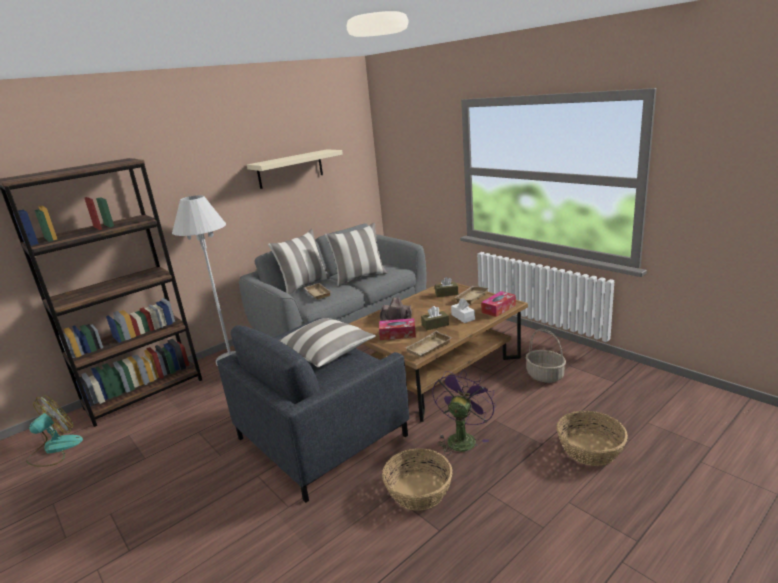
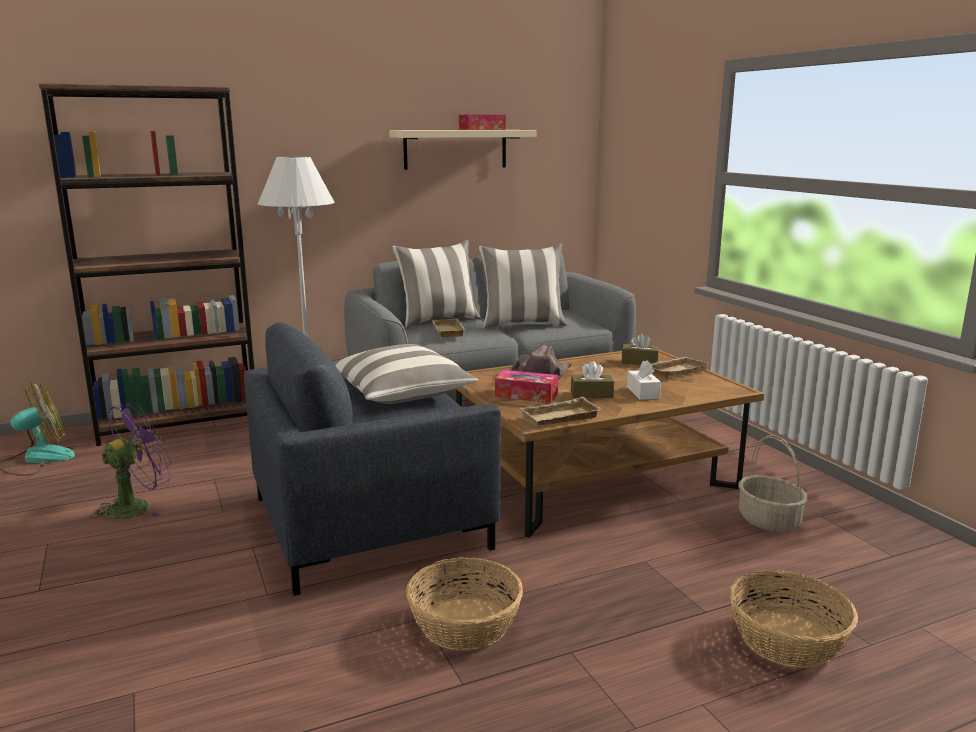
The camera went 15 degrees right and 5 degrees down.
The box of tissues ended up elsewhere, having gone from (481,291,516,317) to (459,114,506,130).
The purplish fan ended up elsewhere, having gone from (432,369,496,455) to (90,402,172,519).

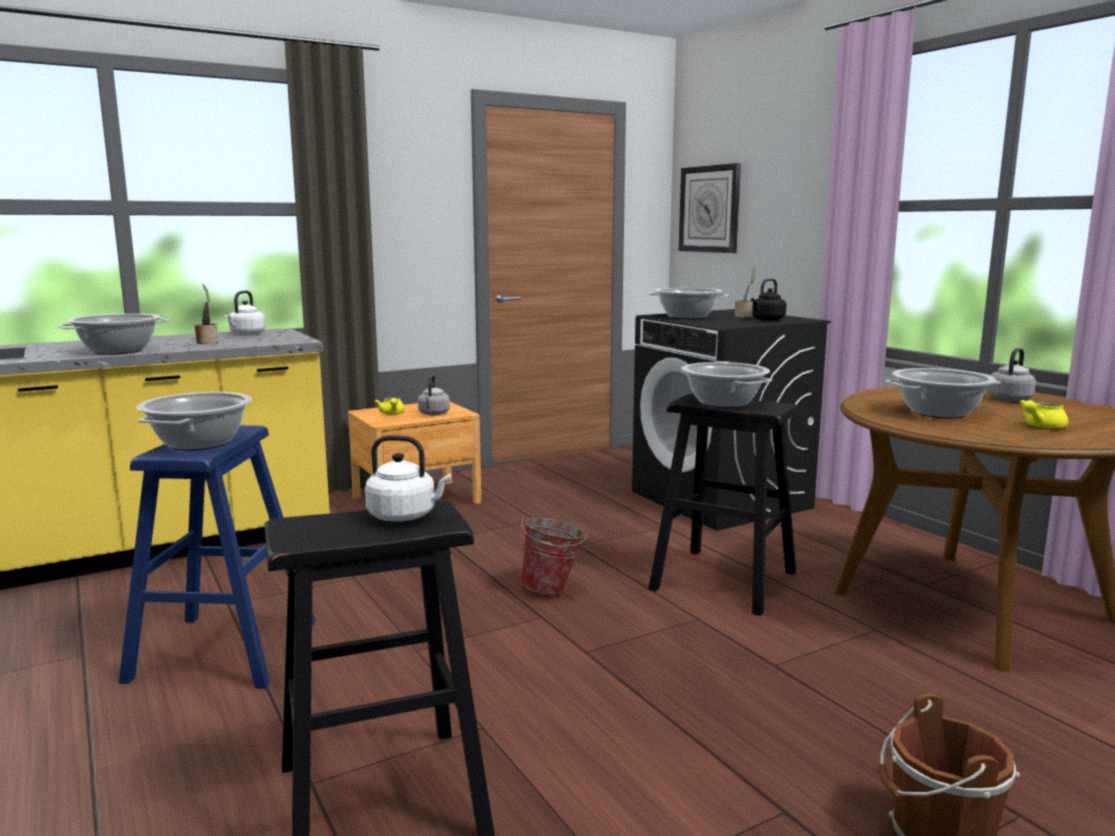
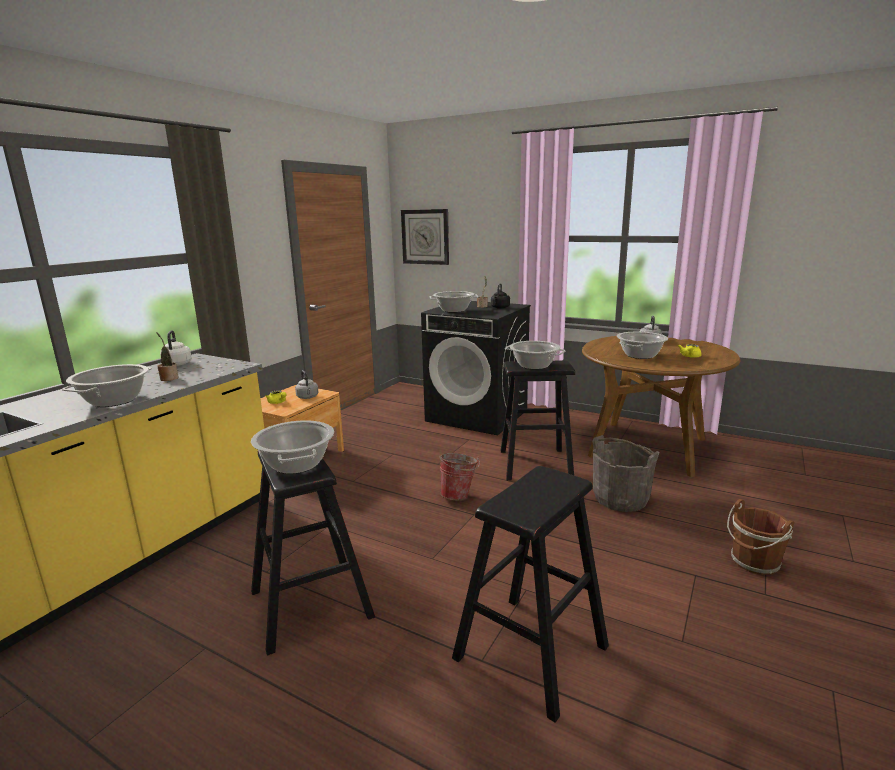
The camera went 30 degrees left and 5 degrees up.
What was the blue stool at (119,425,316,689) turned into the black stool at (251,450,375,656).
The second view lost the white water kettle at (365,435,451,522).
The second view gained the greyish pail at (592,435,659,512).

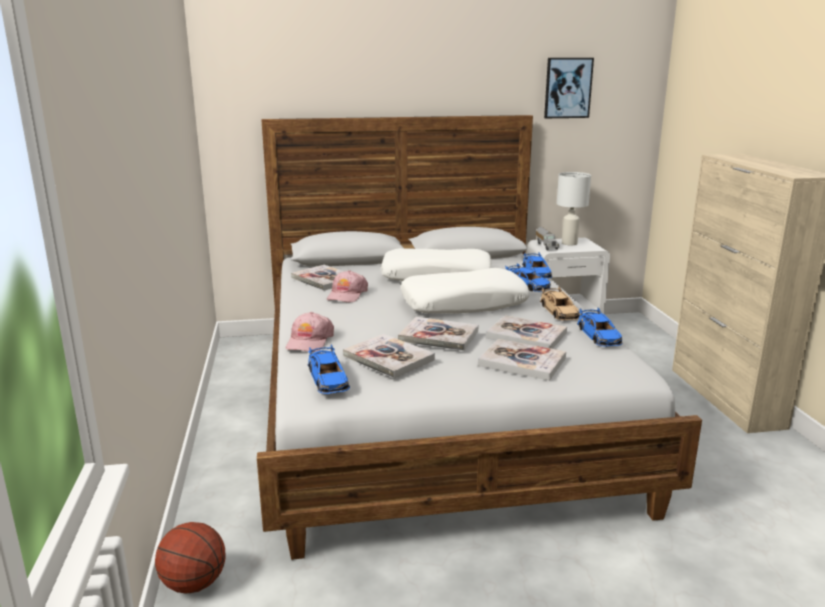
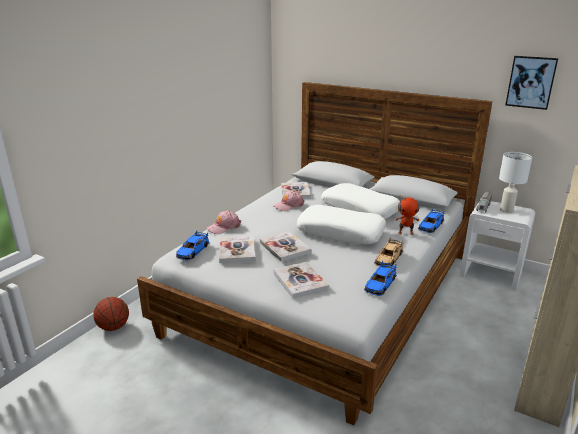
The camera went 40 degrees right and 5 degrees up.
Where the blue toy car stood at (505,263,551,292), the robot figure came to stand at (395,194,419,235).
The second view lost the volume at (486,315,567,349).

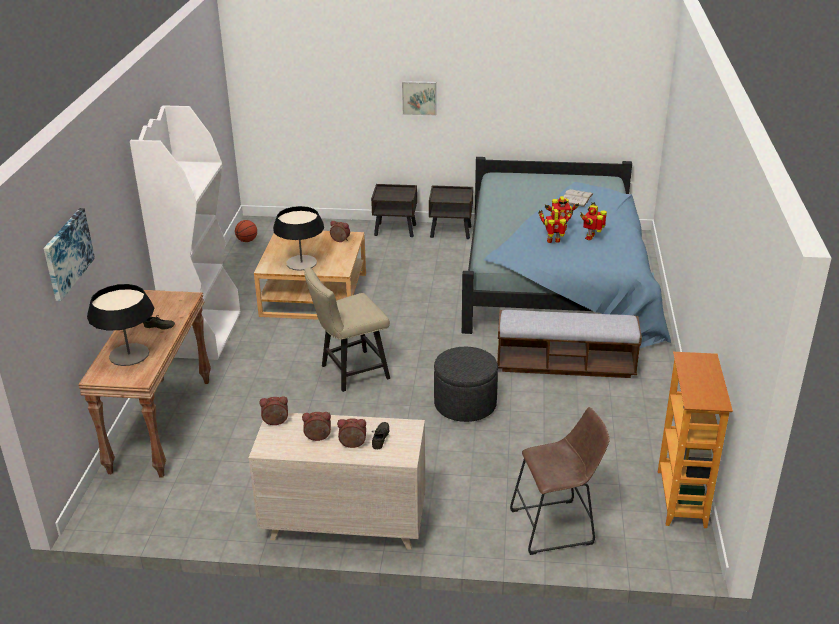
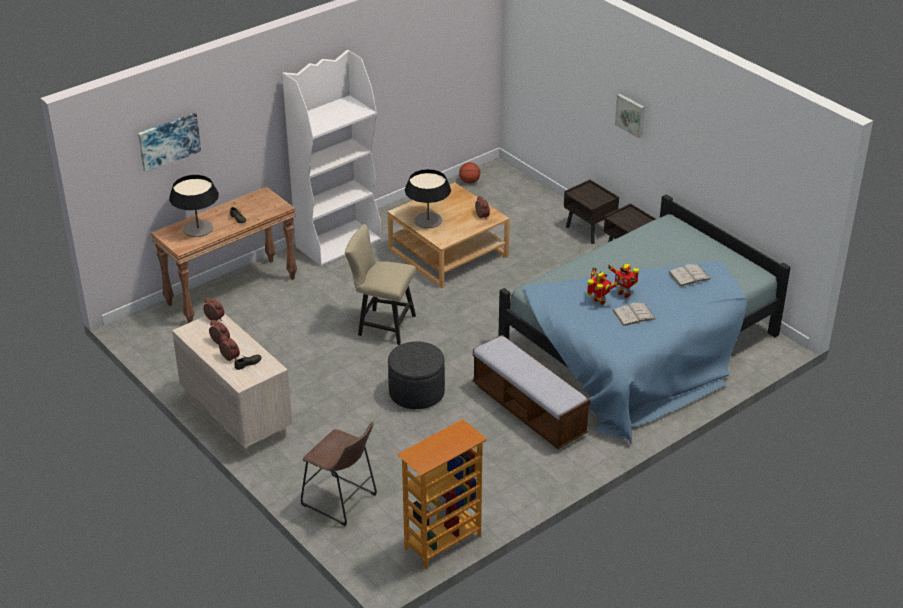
The camera went 45 degrees right and 5 degrees up.
Where the robot figure stood at (580,202,607,240), the white volume came to stand at (613,303,655,326).

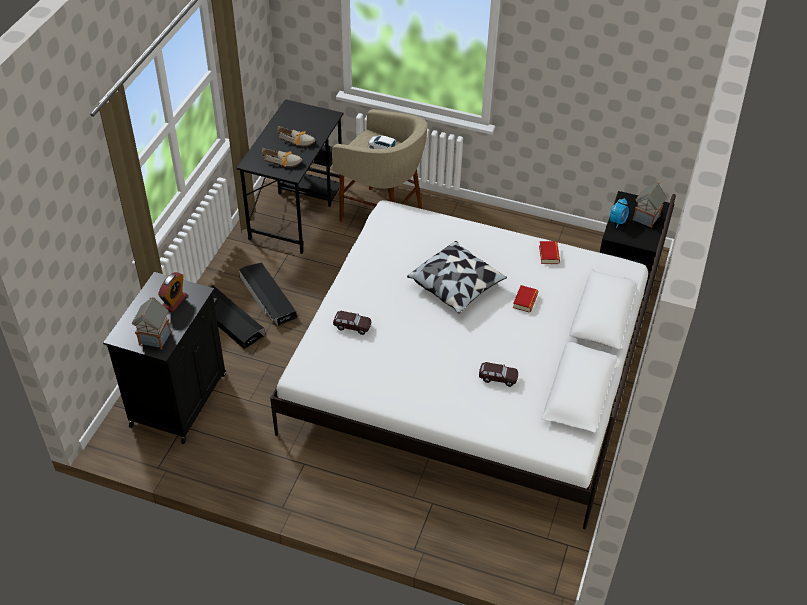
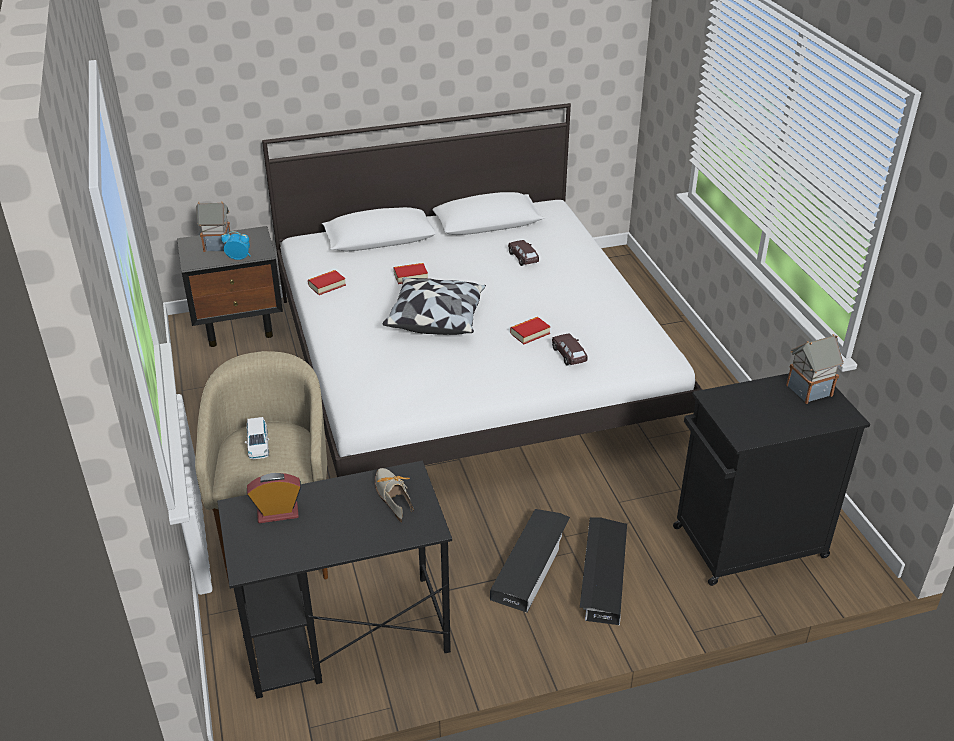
The camera went 125 degrees left and 10 degrees down.
The second view lost the shoe at (277,126,315,147).
The alarm clock ended up elsewhere, having gone from (158,272,187,312) to (247,473,301,523).
The second view gained the volume at (510,317,551,344).

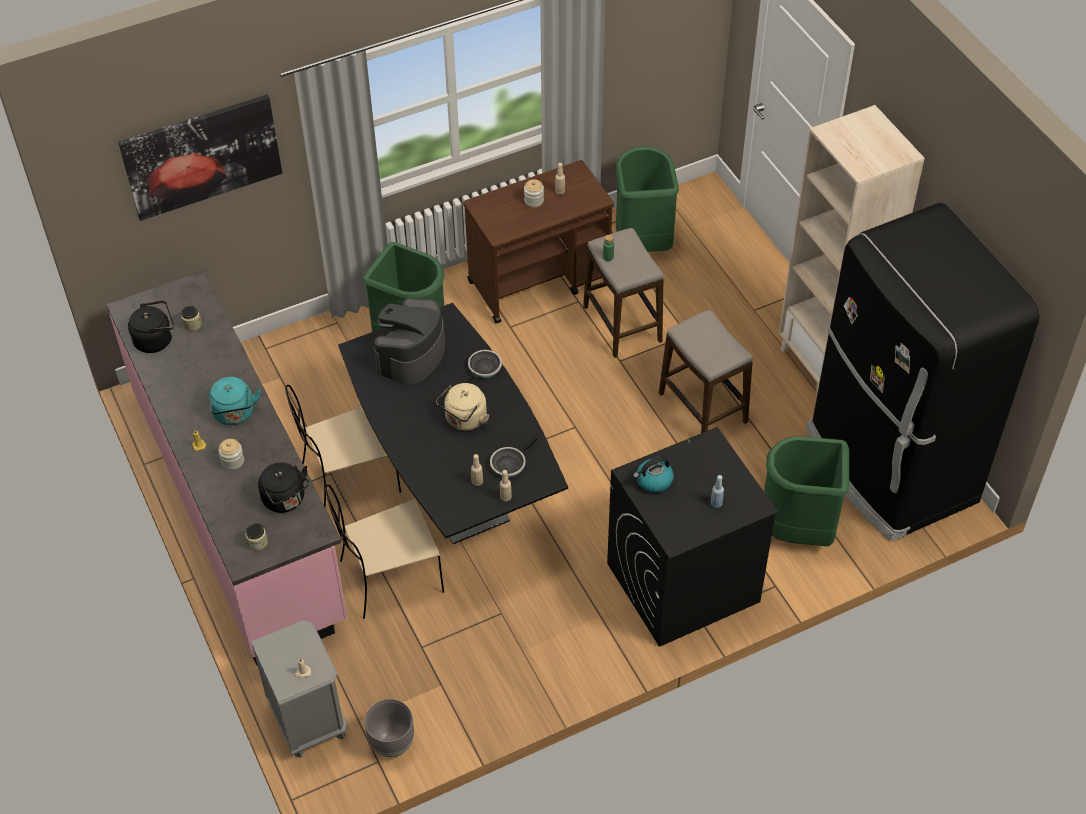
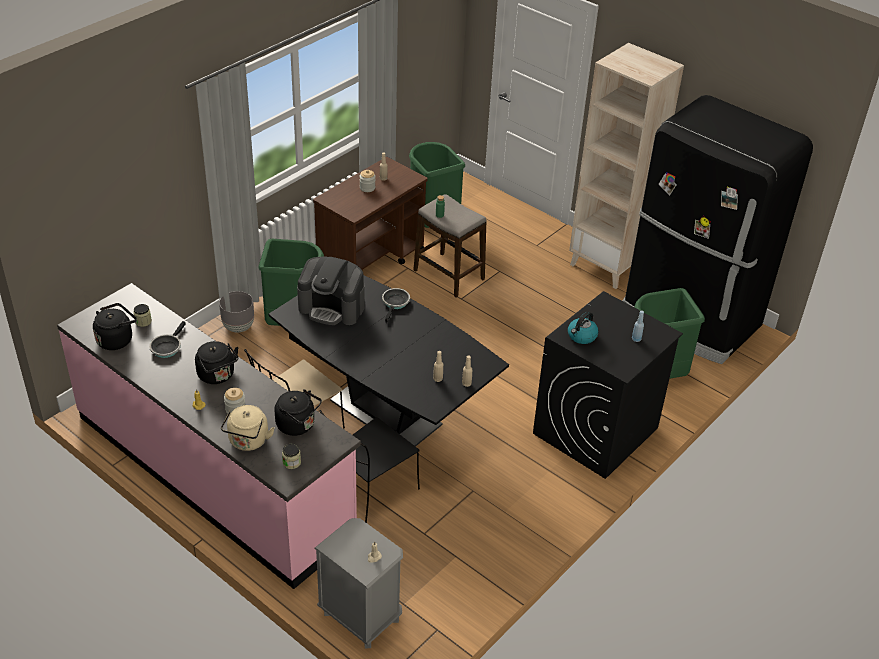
The camera went 25 degrees left and 10 degrees down.
The second view lost the wall picture at (118,94,282,221).
The coffee brewer at (374,298,445,385) ended up facing another way, 75 degrees counterclockwise from before.
The second view lost the stool at (659,310,753,433).
What was the blue-green water kettle at (209,377,261,425) turned into the black water kettle at (195,341,239,384).
The beige-coloured water kettle ended up elsewhere, having gone from (436,383,489,431) to (221,405,274,451).
The skillet ended up elsewhere, having gone from (490,435,539,477) to (149,321,186,358).
What was the beige-coloured chair at (325,484,444,619) turned into the black chair at (320,410,420,523).
The greyish plant pot ended up elsewhere, having gone from (364,699,414,757) to (219,291,254,333).

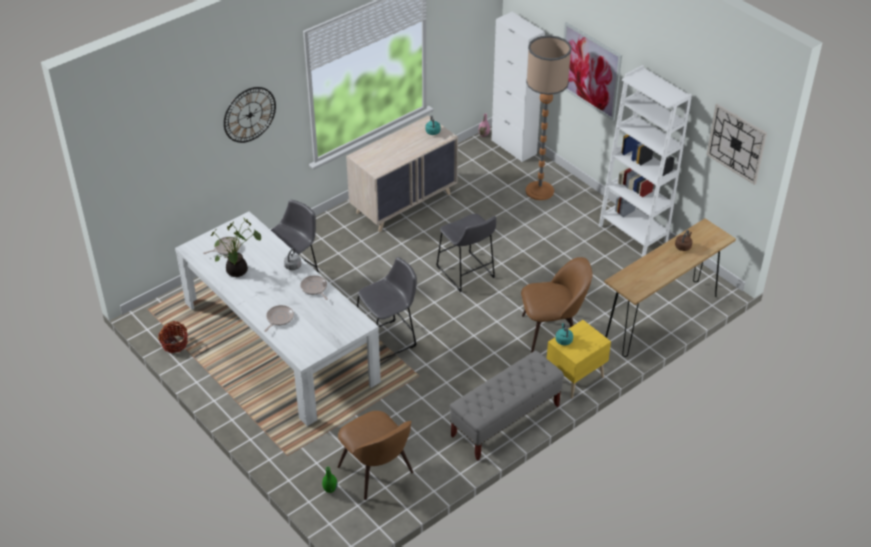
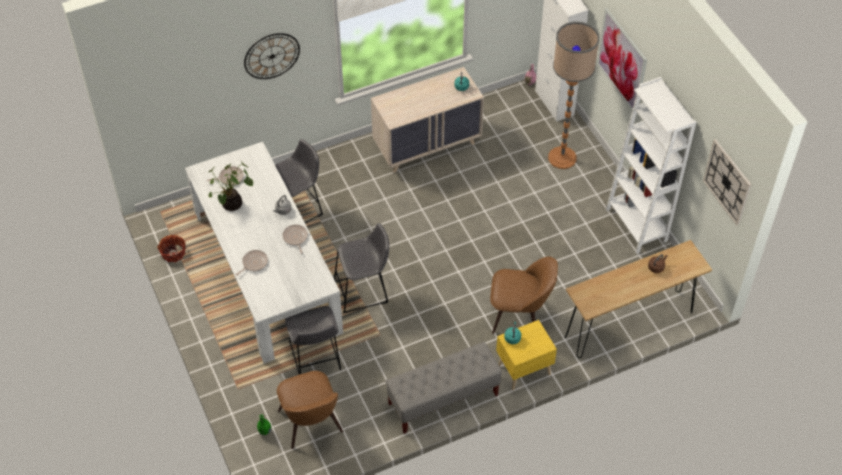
The camera went 15 degrees right and 10 degrees up.
The greyish stool ended up elsewhere, having gone from (436,214,496,292) to (285,306,341,374).

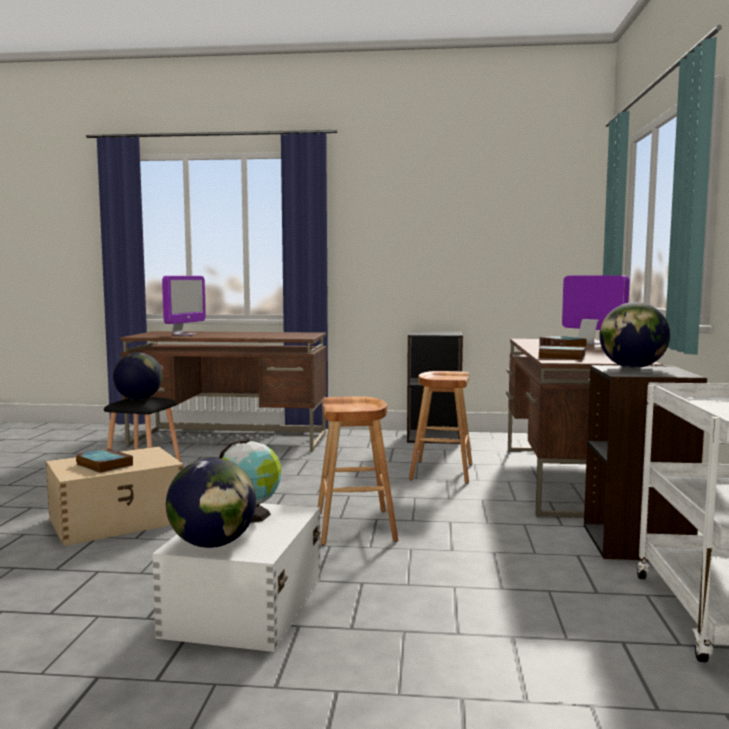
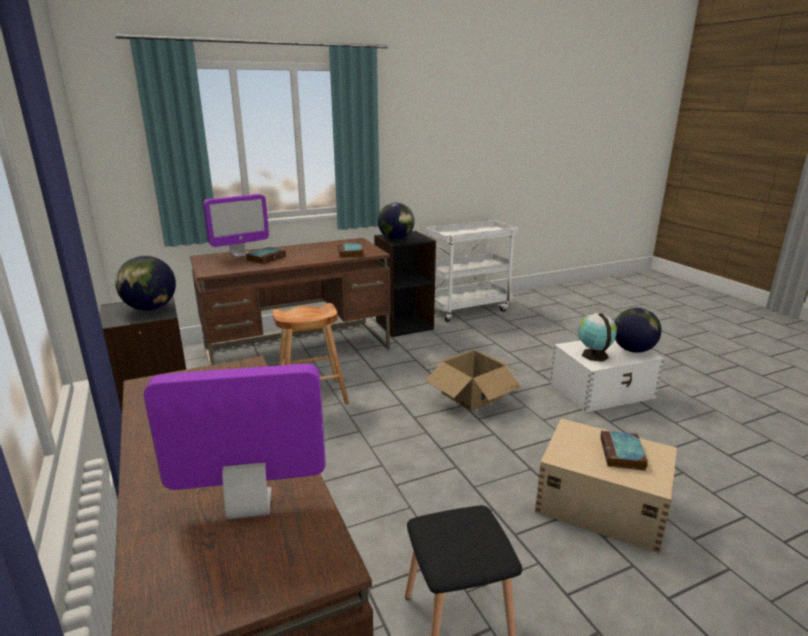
The camera went 120 degrees left and 15 degrees up.
The computer screen at (562,275,629,345) ended up facing another way, 150 degrees counterclockwise from before.
The globe ended up elsewhere, having gone from (113,352,163,400) to (115,256,176,311).
Where the brown stool stood at (318,396,398,545), the cardboard box came to stand at (425,350,521,411).

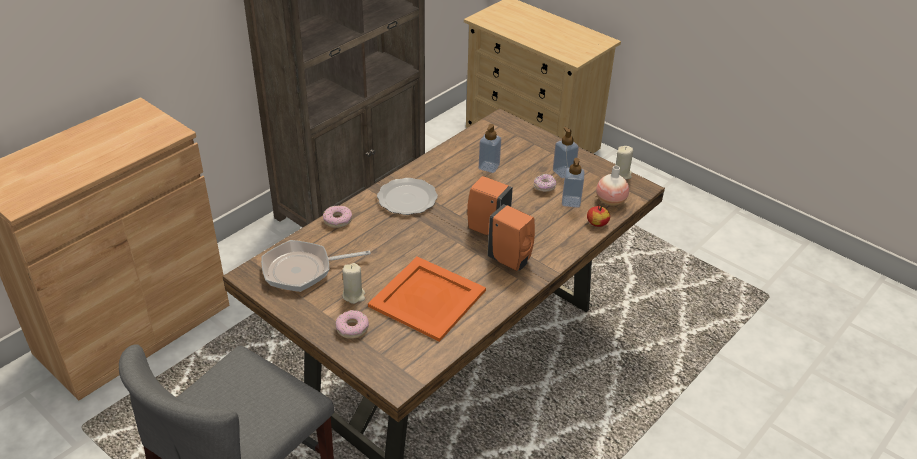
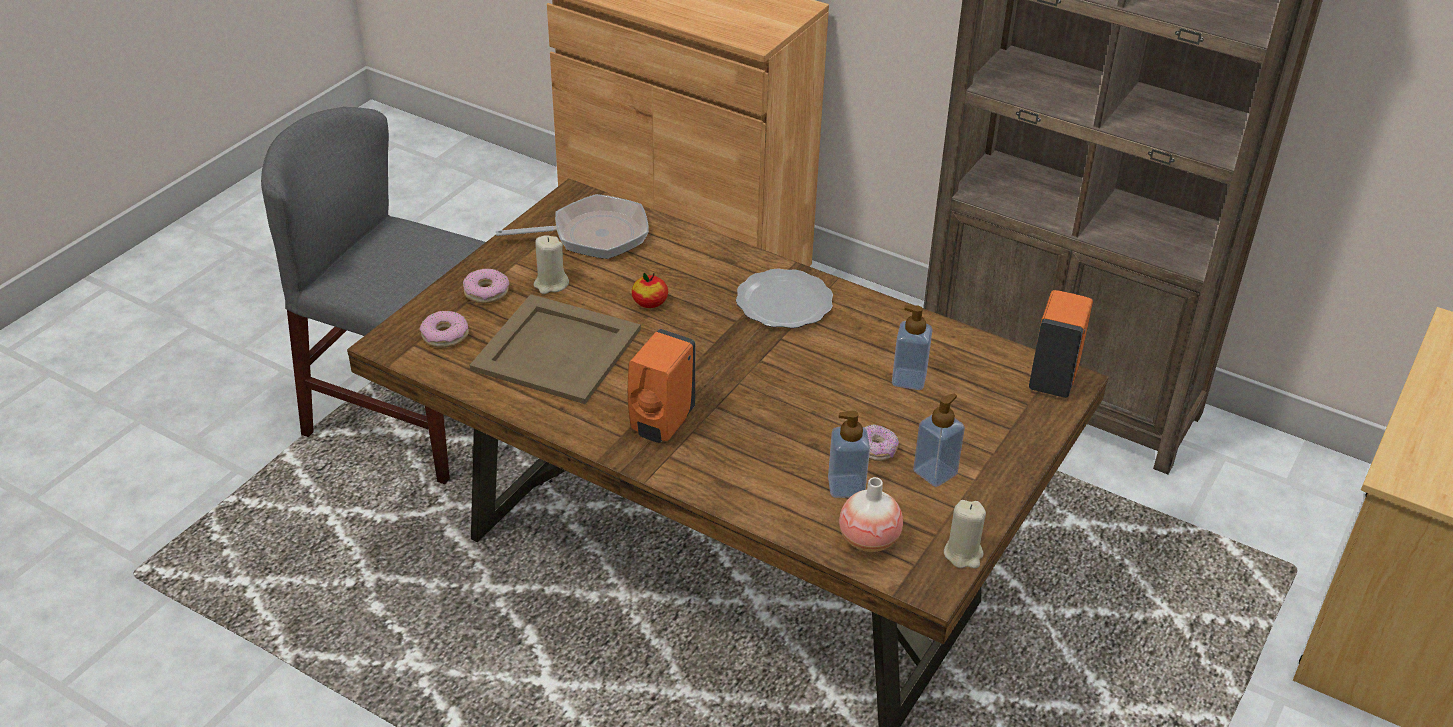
The camera went 80 degrees right and 0 degrees up.
The orangey soap bottle ended up elsewhere, having gone from (467,176,513,236) to (1029,290,1093,398).
The whole apple ended up elsewhere, having gone from (587,205,610,227) to (631,273,668,308).
The donut ended up elsewhere, having gone from (323,206,352,228) to (420,311,469,348).
The skillet at (261,240,371,292) ended up facing another way, 105 degrees clockwise from before.
What was the orangey serving tray at (368,257,486,342) turned into the beige-coloured serving tray at (469,294,641,404).

